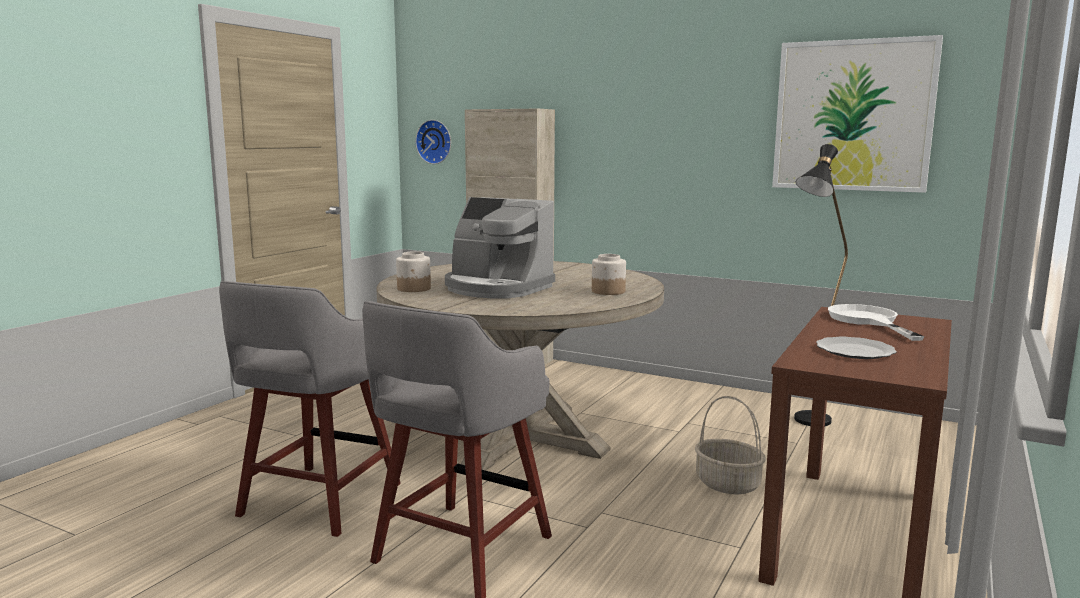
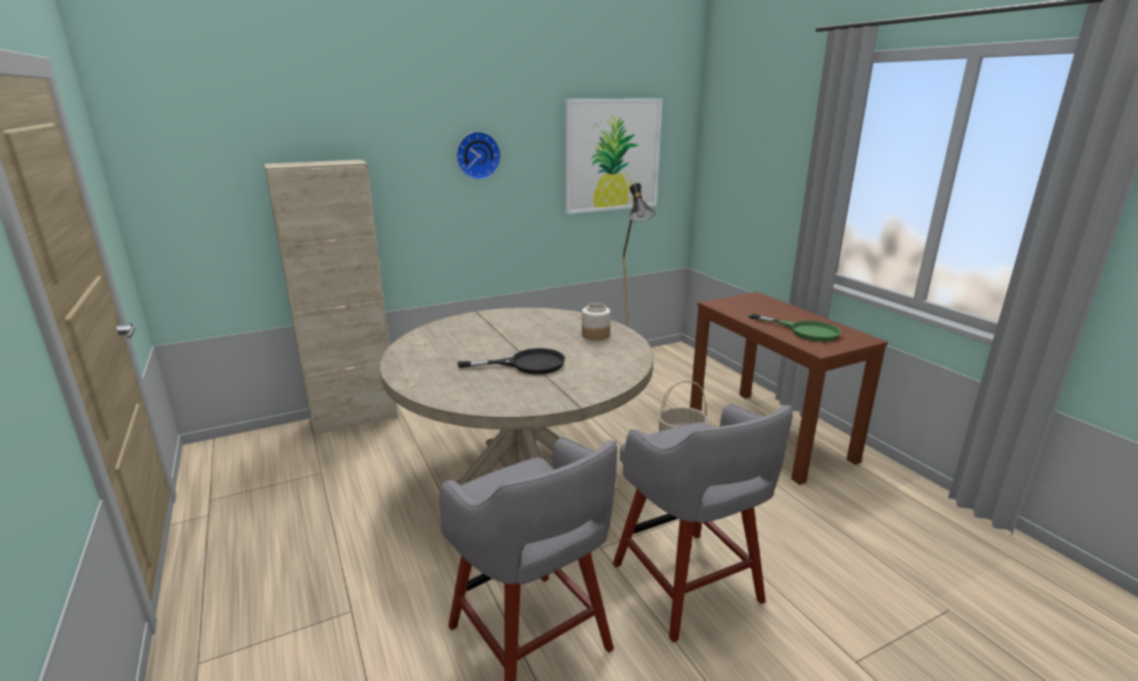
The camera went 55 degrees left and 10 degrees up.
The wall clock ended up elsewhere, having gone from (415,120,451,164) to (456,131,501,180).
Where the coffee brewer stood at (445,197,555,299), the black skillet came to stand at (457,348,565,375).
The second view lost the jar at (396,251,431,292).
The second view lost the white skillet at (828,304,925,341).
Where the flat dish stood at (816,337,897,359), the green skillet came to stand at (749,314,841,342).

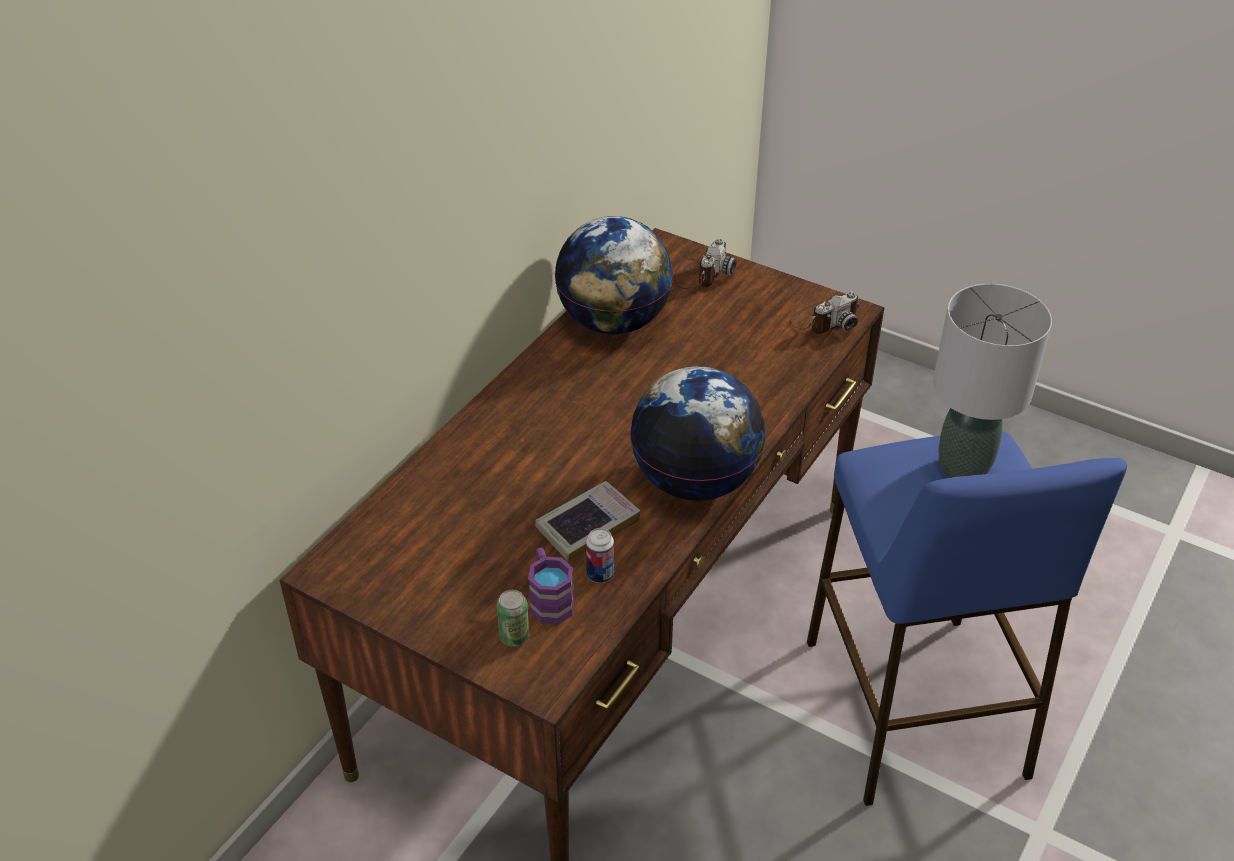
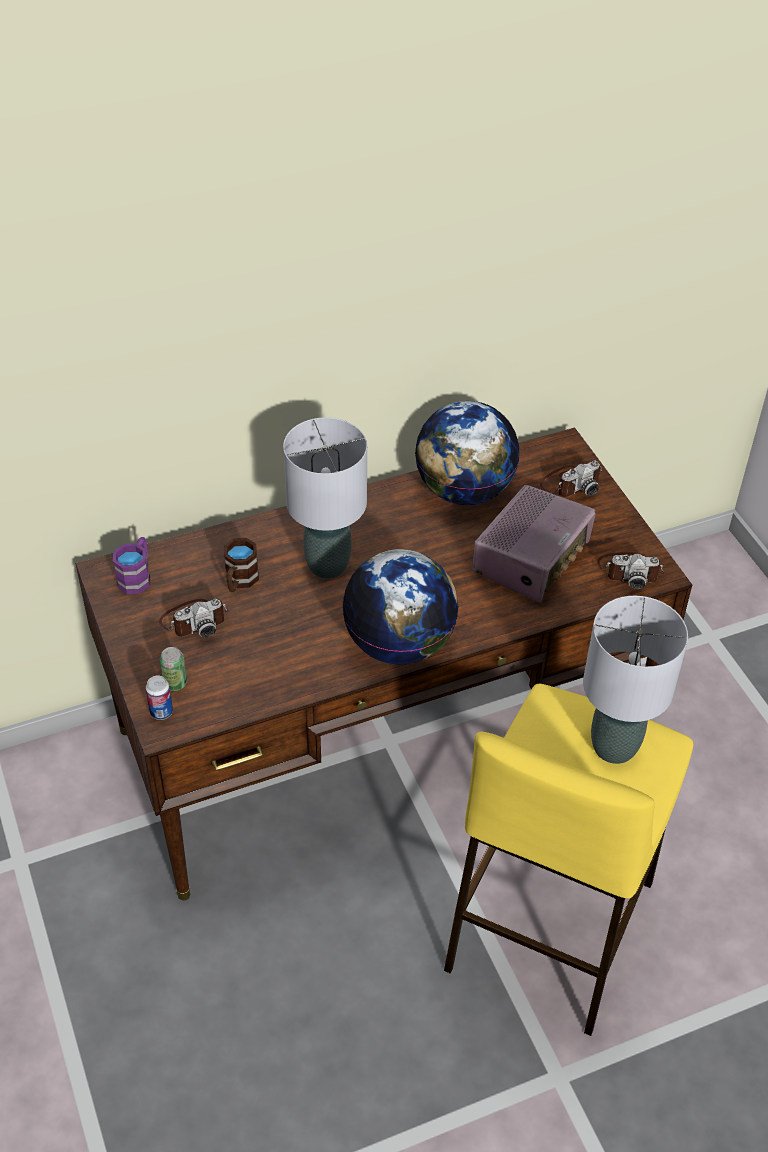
The camera went 35 degrees right and 5 degrees up.
What was the blue stool at (807,431,1127,806) turned into the yellowish stool at (444,684,694,1036).
The second view lost the volume at (535,481,640,562).
The metal can ended up elsewhere, having gone from (586,528,614,583) to (146,675,173,720).
The purplish coffee mug ended up elsewhere, having gone from (528,548,574,624) to (113,537,150,594).
The second view gained the greyish table lamp at (283,417,367,579).
The second view gained the radio set at (472,485,596,603).
The second view gained the brown coffee mug at (224,538,259,592).
The second view gained the still camera at (159,599,229,638).

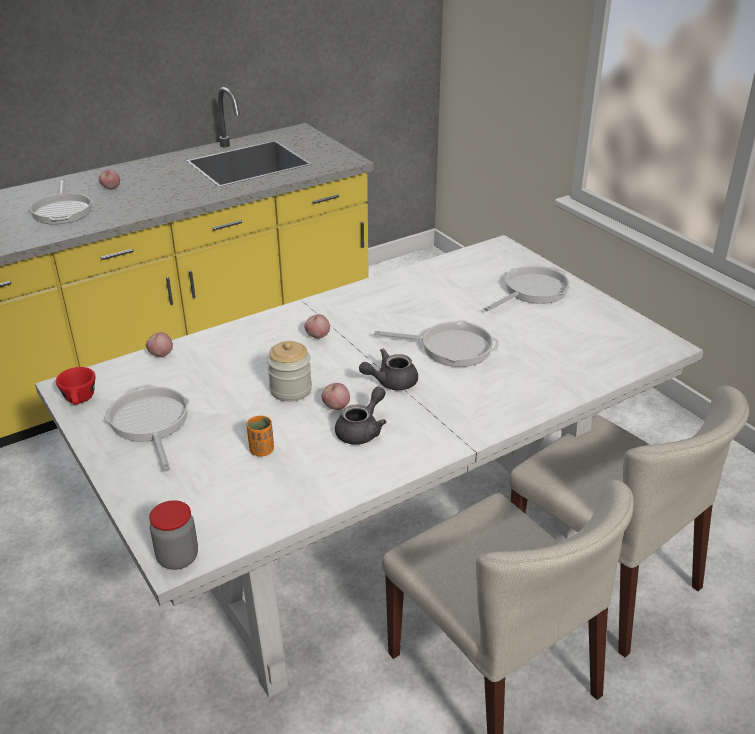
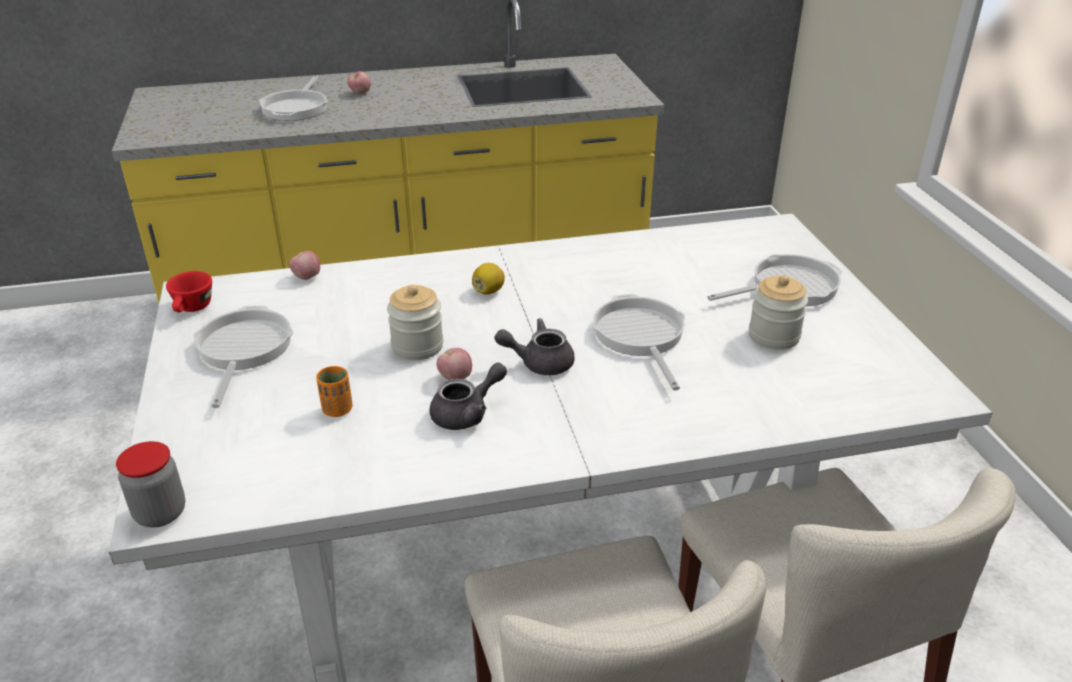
The camera went 20 degrees right and 0 degrees up.
Where the whole apple stood at (304,314,330,339), the lemon came to stand at (472,263,505,295).
The skillet at (374,320,499,367) ended up facing another way, 135 degrees counterclockwise from before.
The second view gained the jar at (749,275,808,350).

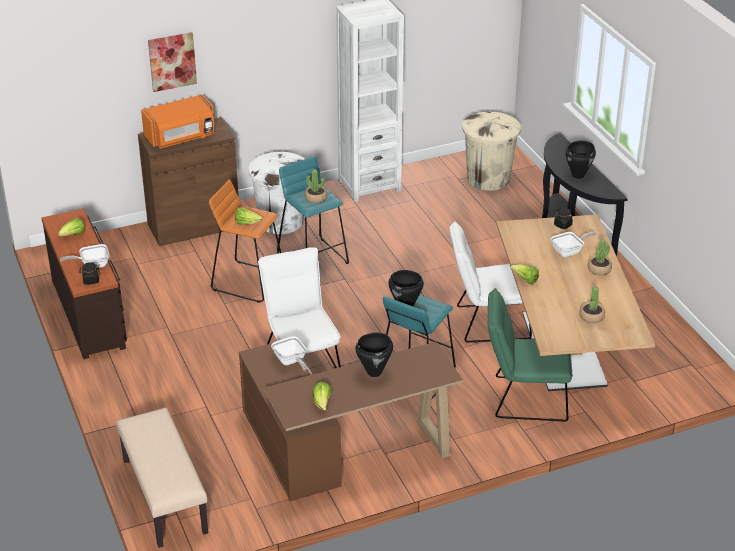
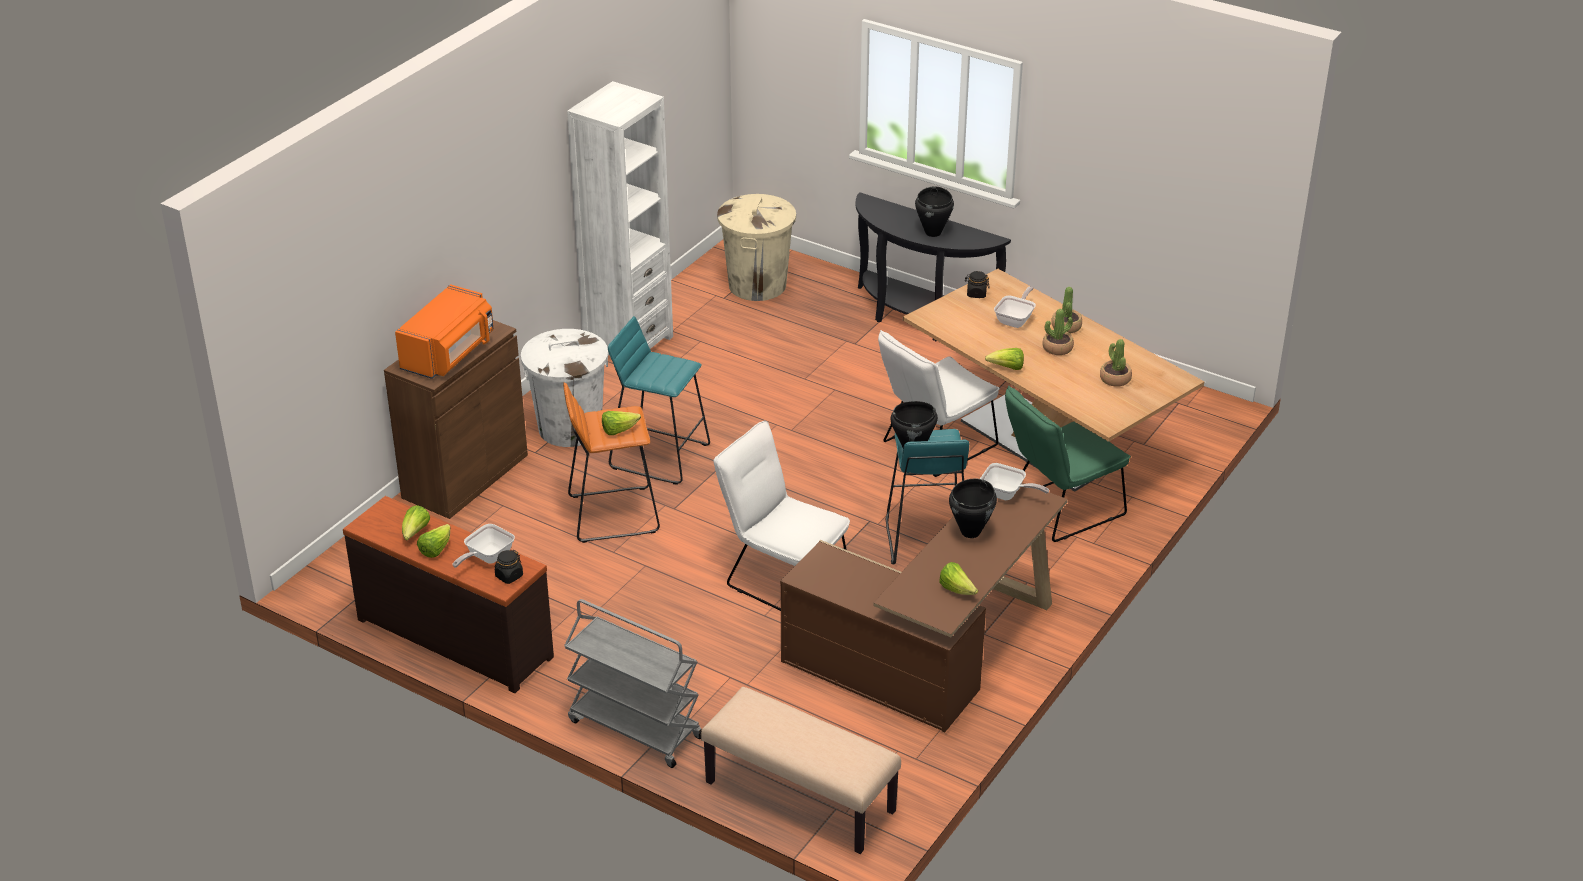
The camera went 35 degrees left and 0 degrees up.
The second view lost the wall picture at (148,32,197,92).
The houseplant ended up elsewhere, having gone from (305,169,327,203) to (1042,309,1074,355).
The skillet ended up elsewhere, having gone from (271,336,307,371) to (980,463,1049,500).
The second view gained the head of lettuce at (417,524,450,558).
The second view gained the greyish trolley at (564,599,702,768).

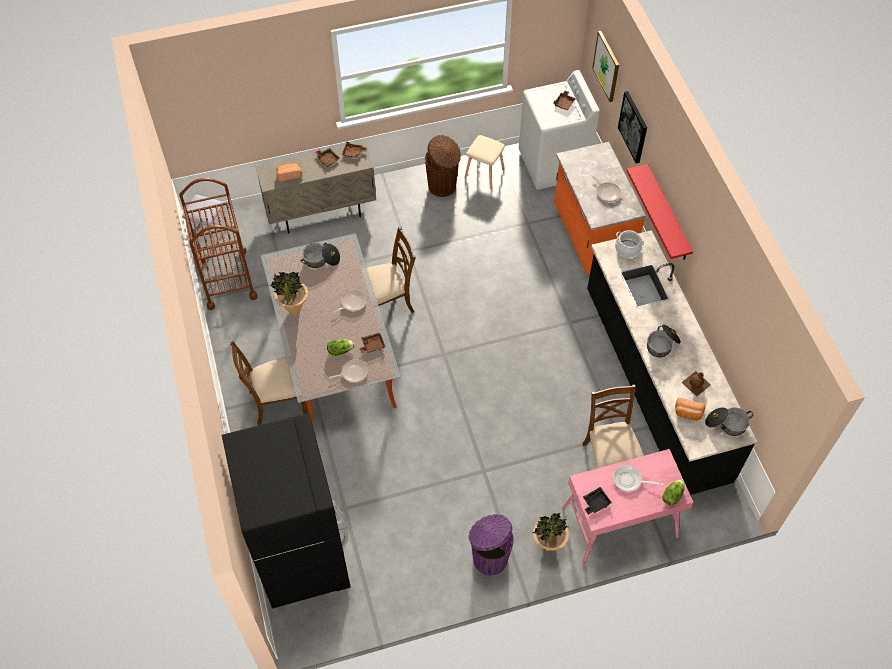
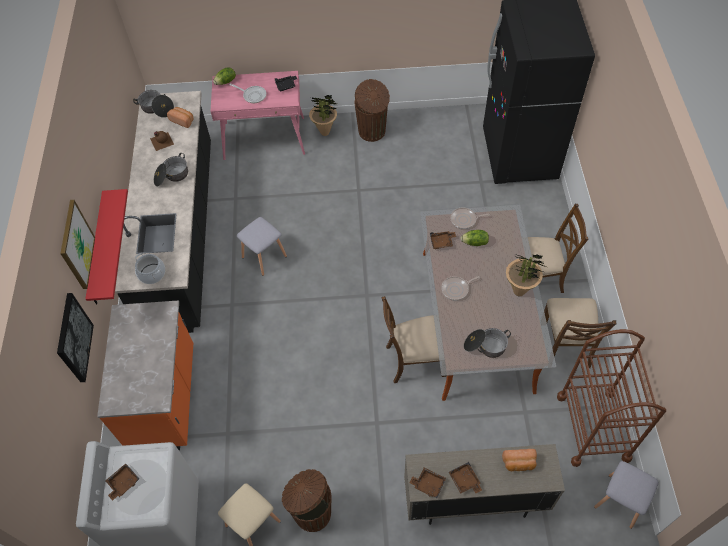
The camera went 165 degrees left and 0 degrees up.
The wall picture ended up elsewhere, having gone from (592,31,619,102) to (60,200,95,289).
The second view lost the skillet at (592,176,621,202).
The brown chair ended up elsewhere, having gone from (582,384,644,468) to (544,298,616,368).
What was the purplish rubbish bin at (469,514,514,576) turned into the brown rubbish bin at (354,79,390,142).
The second view gained the greyish stool at (237,217,287,276).

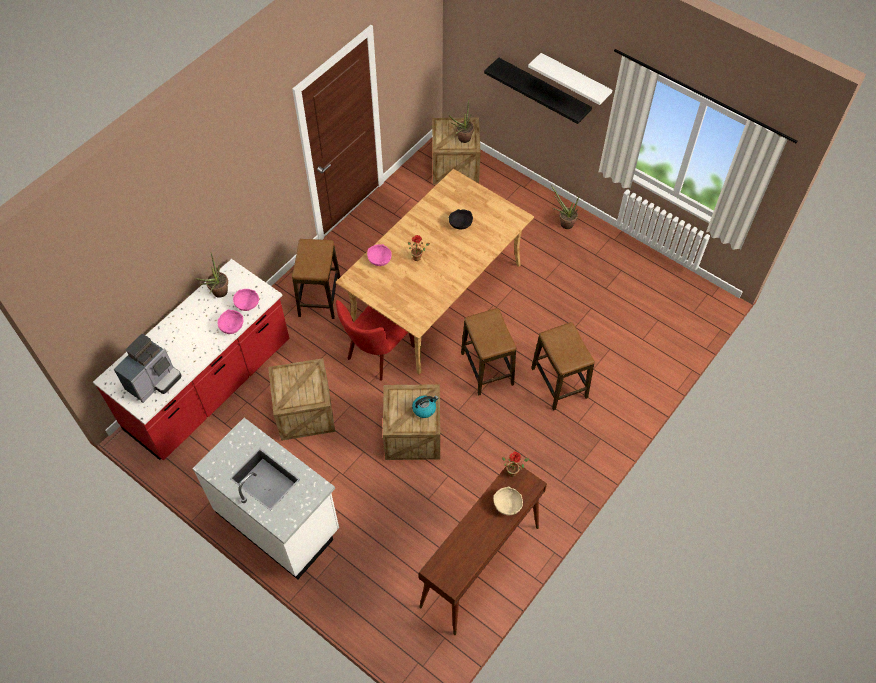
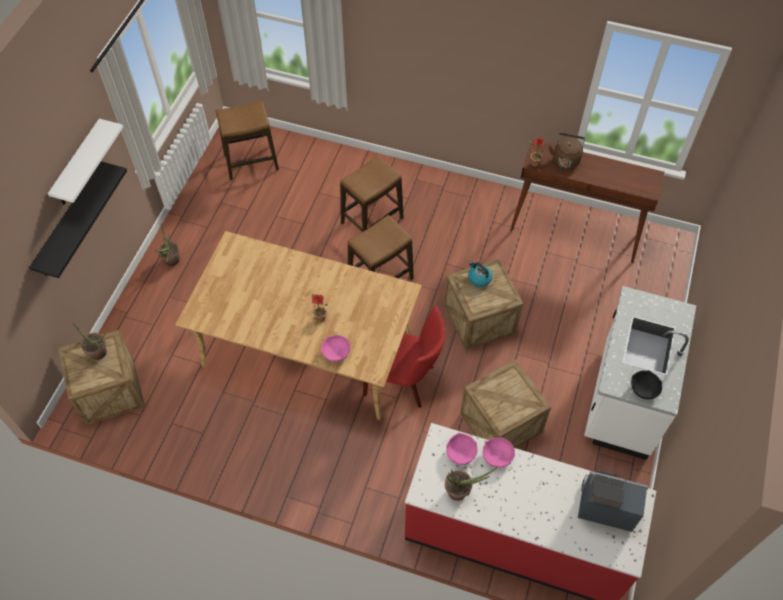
The camera went 110 degrees left and 0 degrees up.
The black serving bowl ended up elsewhere, having gone from (449,209,473,229) to (631,370,662,399).
The stool ended up elsewhere, having gone from (292,239,340,319) to (216,101,279,180).
Where the beige-coloured serving bowl stood at (493,487,523,515), the brown water kettle came to stand at (549,133,585,169).

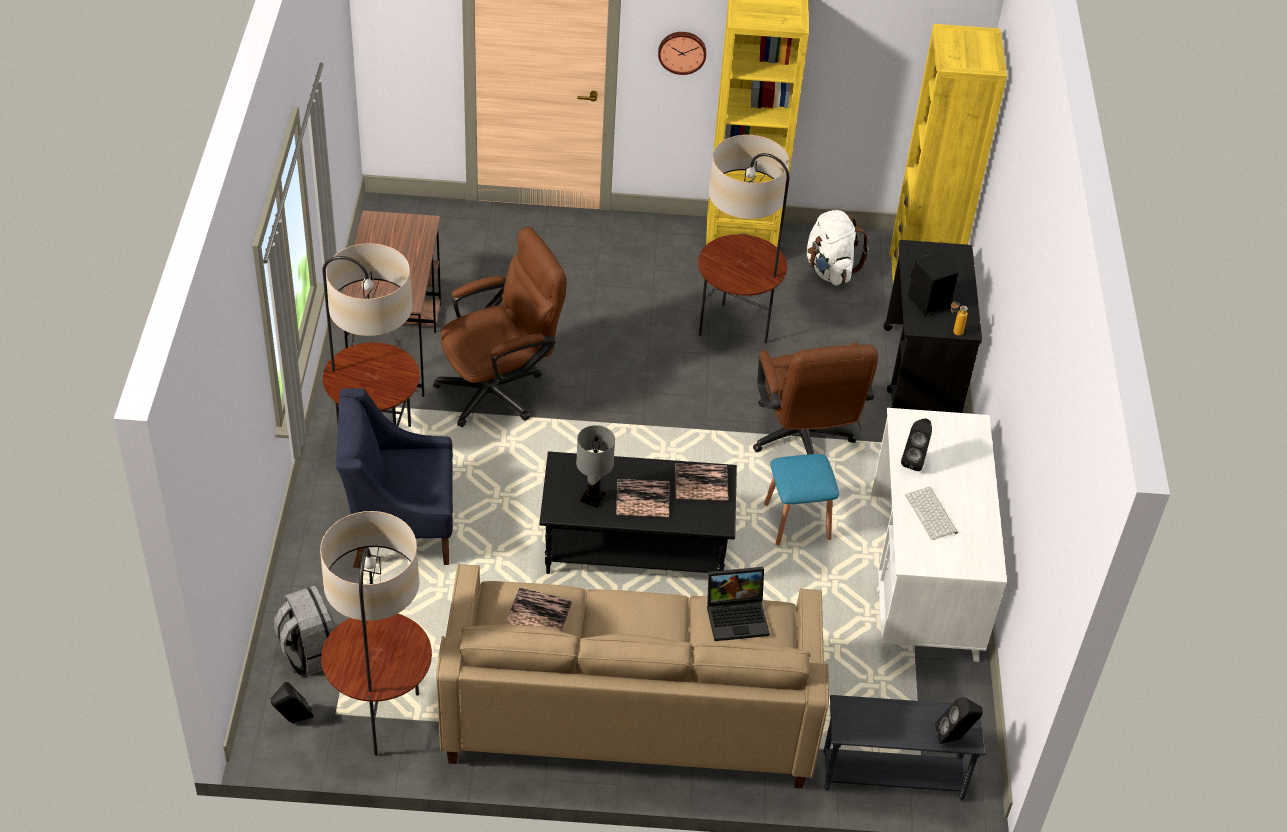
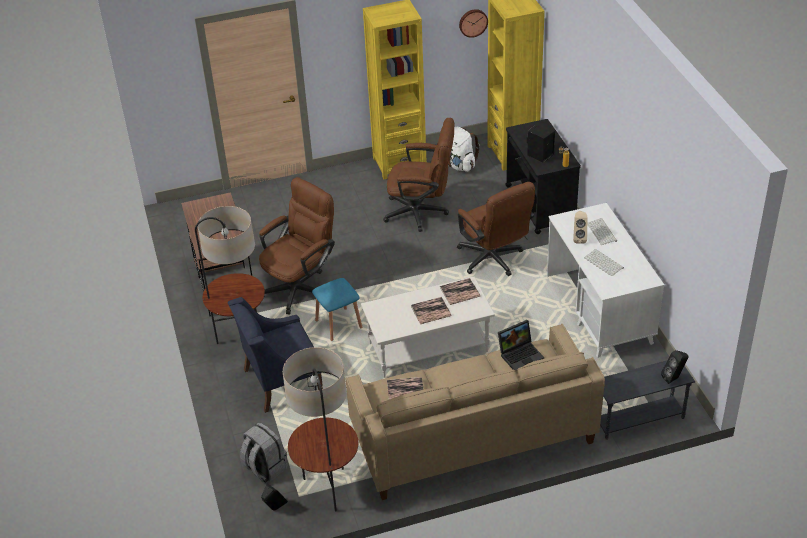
The camera went 15 degrees left and 5 degrees down.
The wall clock ended up elsewhere, having gone from (658,32,706,75) to (459,9,488,38).
Where the floor lamp stood at (698,135,790,343), the brown office chair came to stand at (383,118,454,232).
What was the black loudspeaker at (901,418,932,471) turned into the beige-coloured loudspeaker at (573,211,587,243).
The second view lost the greyish table lamp at (576,425,615,508).
What was the black lounge table at (539,451,737,574) turned into the white lounge table at (361,277,495,378).
The blue stool ended up elsewhere, having gone from (764,454,839,546) to (312,278,363,341).
The second view gained the PC keyboard at (587,218,617,245).

